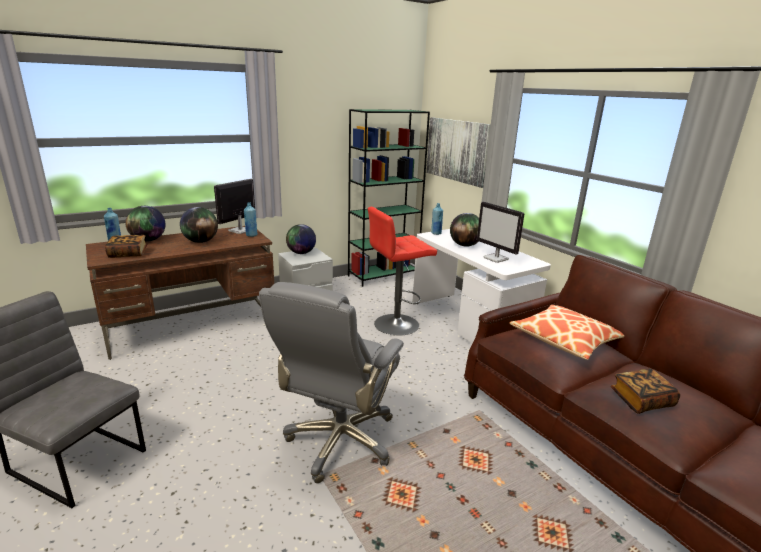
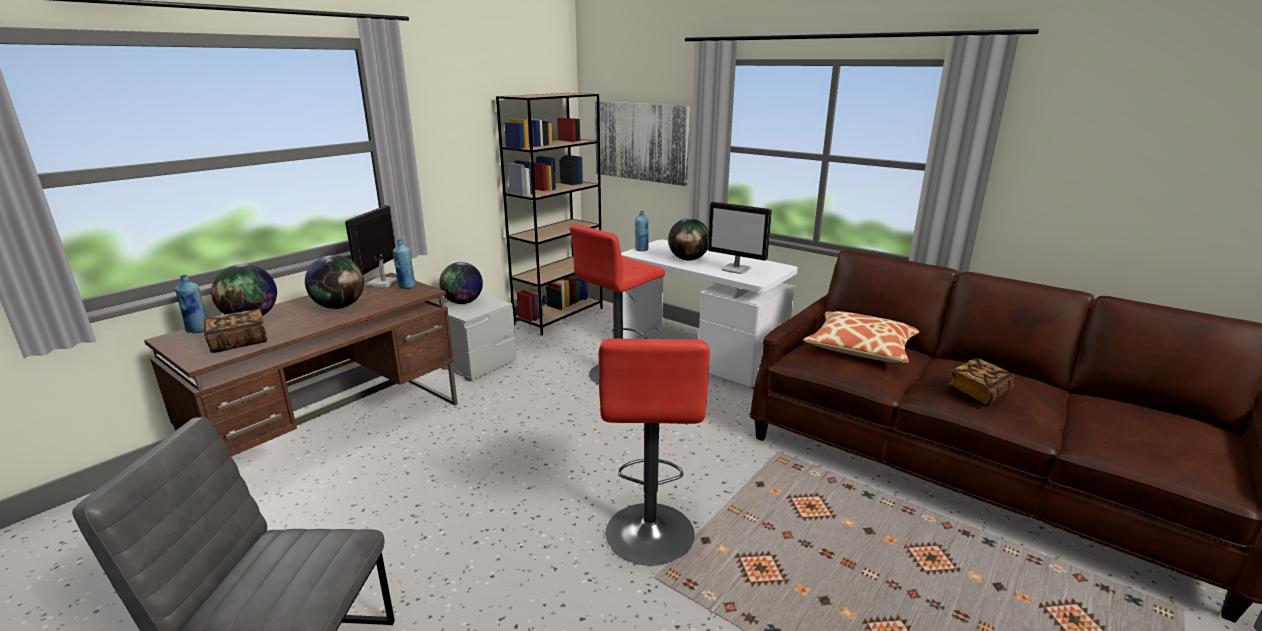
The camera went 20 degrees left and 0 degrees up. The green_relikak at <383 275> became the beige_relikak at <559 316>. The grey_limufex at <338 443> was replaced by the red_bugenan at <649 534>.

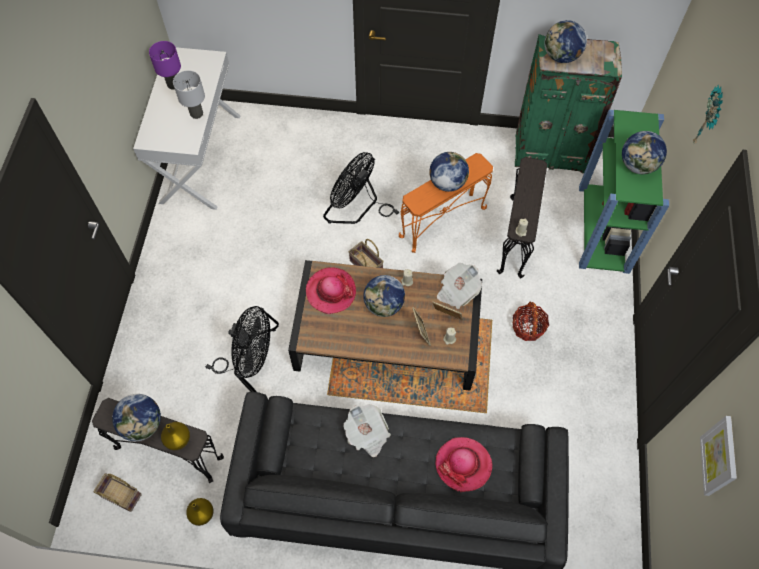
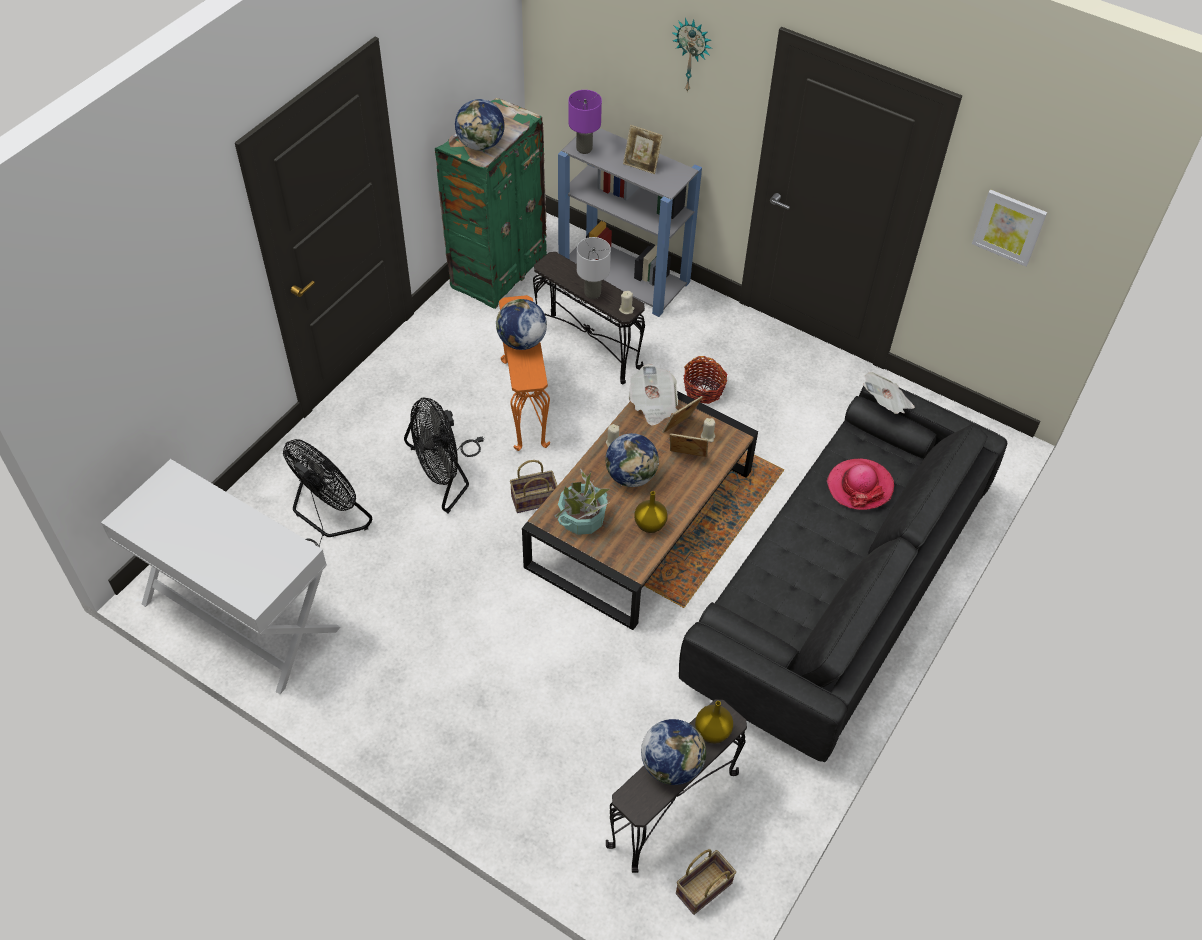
The camera went 65 degrees left and 10 degrees down. The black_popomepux moved from <249 360> to <323 518>. The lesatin at <331 291> was replaced by the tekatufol at <582 519>. The green_relikak at <603 229> became the grey_relikak at <624 276>. The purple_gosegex moved from <174 85> to <584 149>. The white_gosegex moved from <196 114> to <591 294>. The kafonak at <638 165> was replaced by the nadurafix at <641 165>. The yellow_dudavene moved from <202 514> to <650 525>. The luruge moved from <367 434> to <886 403>.

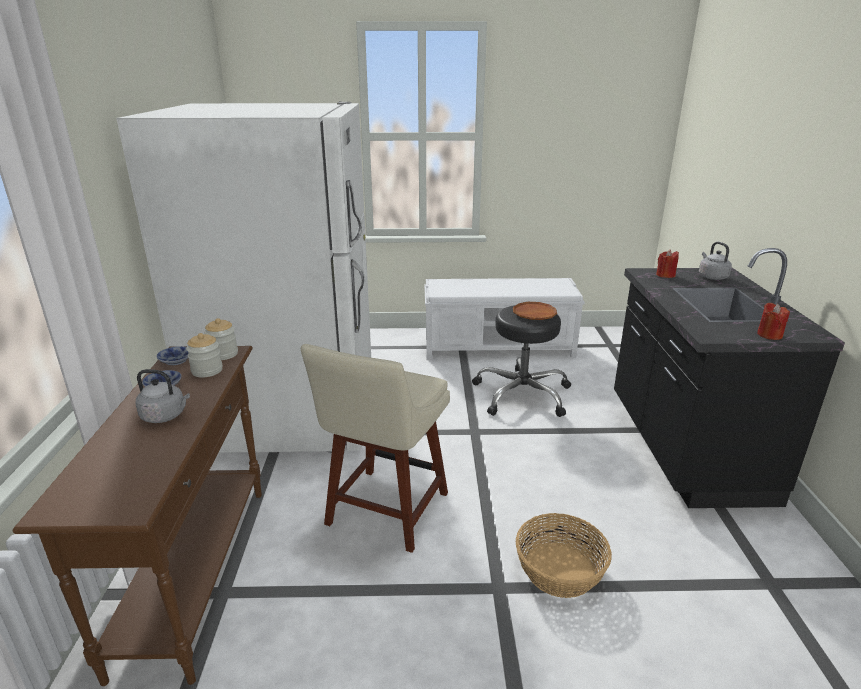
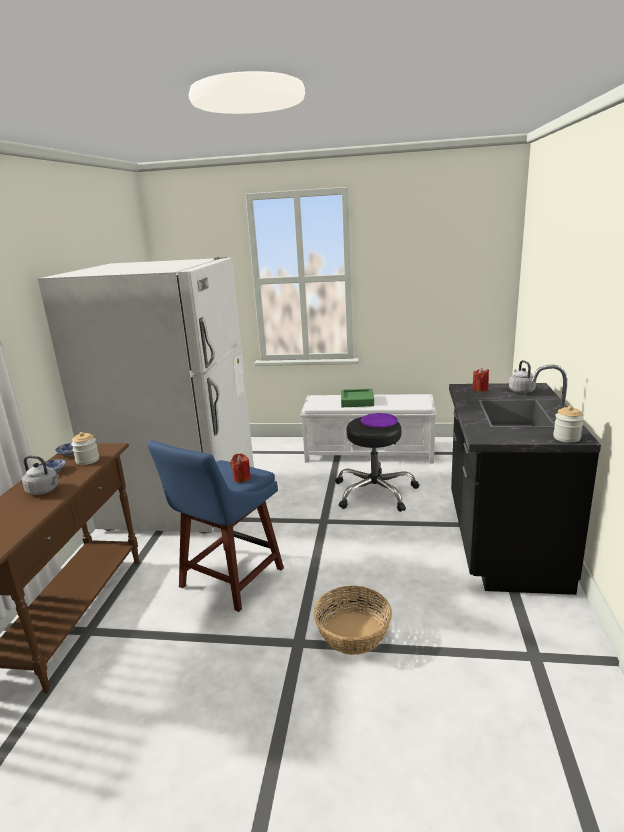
The camera went 10 degrees right and 5 degrees down. The beige_bugenan at <384 512> became the blue_bugenan at <228 580>. The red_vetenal moved from <769 335> to <241 478>. The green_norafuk at <357 401> appeared. The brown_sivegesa at <534 314> became the purple_sivegesa at <379 423>. The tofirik moved from <223 354> to <566 438>.

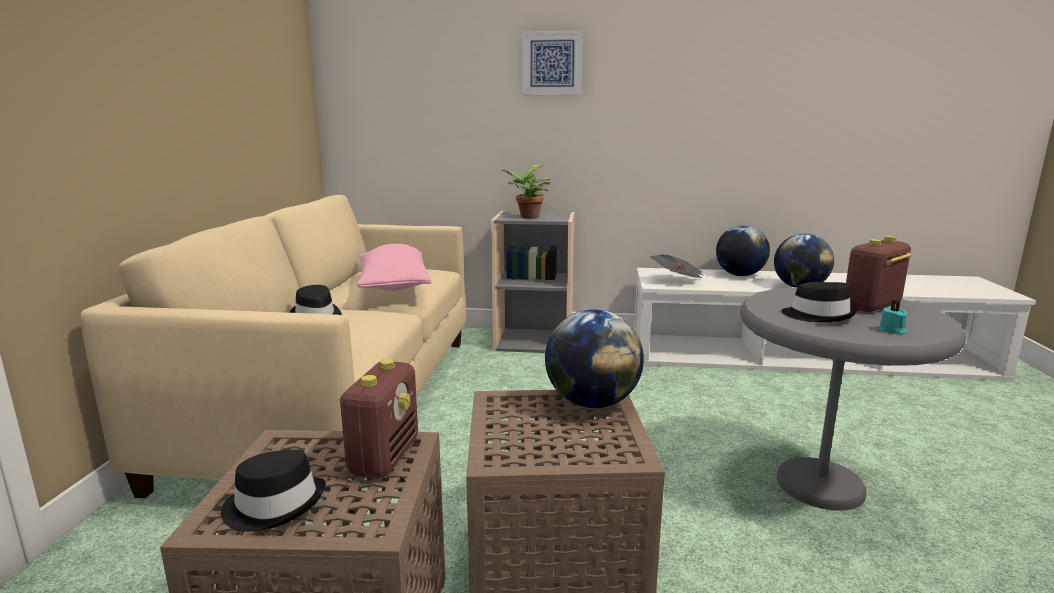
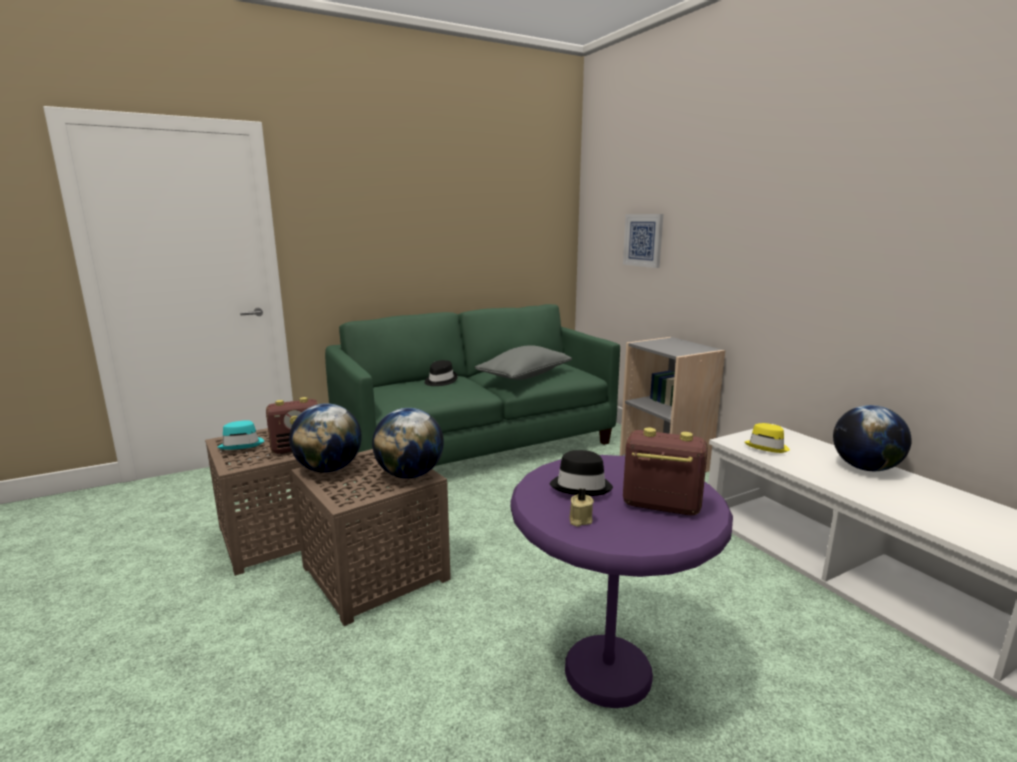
The camera went 55 degrees right and 0 degrees up. The black_lesatin at <274 505> became the turquoise_lesatin at <242 444>. The kafonak moved from <799 287> to <329 469>. The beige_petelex at <338 401> became the green_petelex at <476 445>. The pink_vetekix at <393 286> became the grey_vetekix at <524 376>. The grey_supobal at <820 486> became the purple_supobal at <607 672>. The turquoise_vetenal at <892 331> became the beige_vetenal at <579 520>. The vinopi moved from <552 63> to <643 240>. The luruge at <678 281> was replaced by the yellow_lesatin at <767 447>. The tekatufol at <527 217> disappeared.

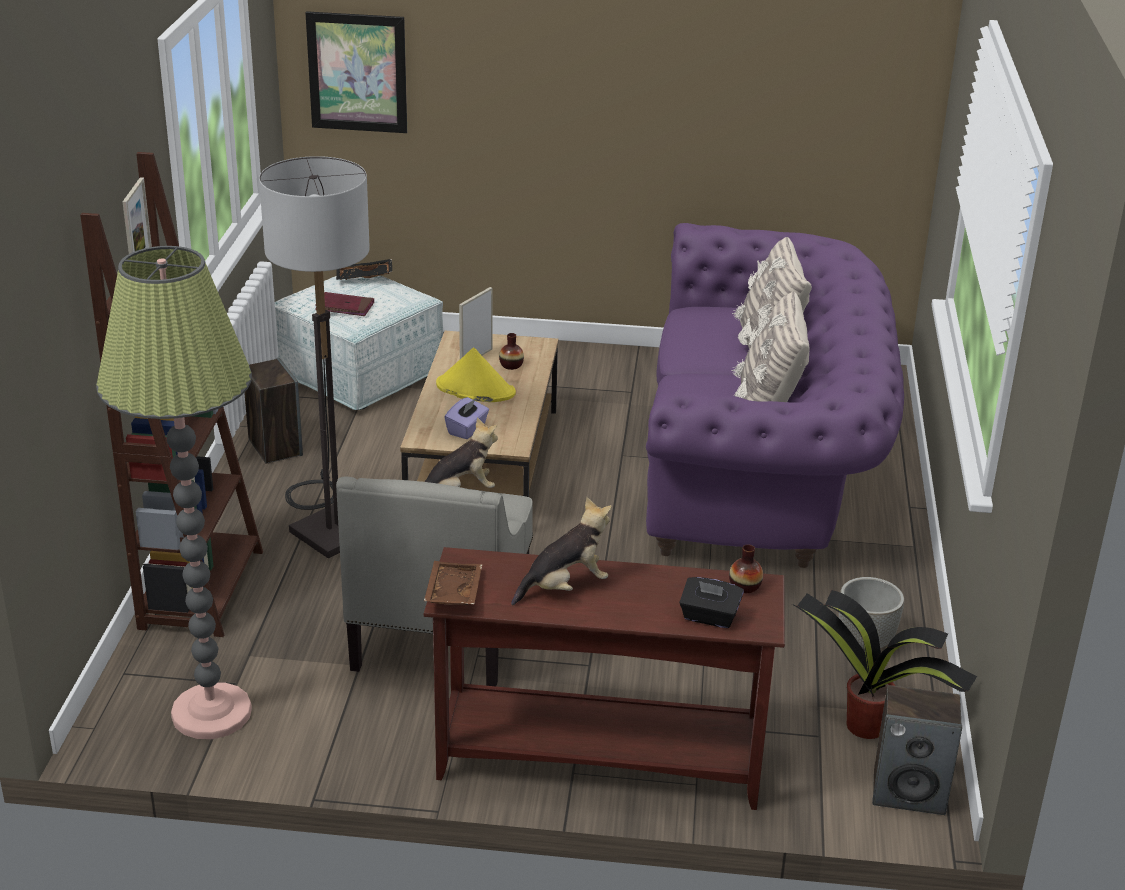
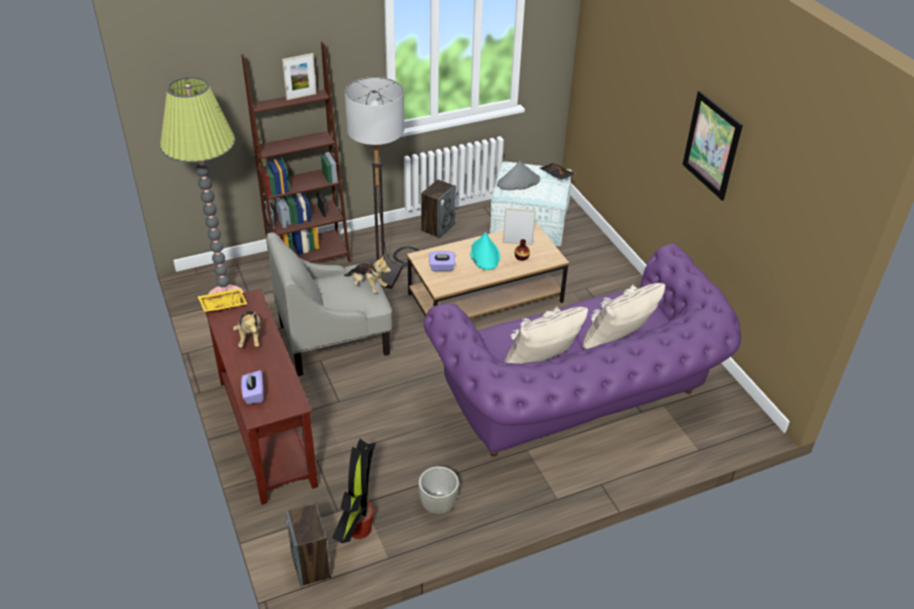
The camera went 60 degrees right and 10 degrees up. The brown_norafuk at <452 592> became the yellow_norafuk at <223 304>. The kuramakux at <565 587> turned 45 degrees clockwise. The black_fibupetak at <709 617> became the purple_fibupetak at <253 394>. The yellow_lesatin at <475 389> became the turquoise_lesatin at <484 255>. The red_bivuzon at <345 307> was replaced by the grey_lesatin at <518 182>. The vinopi moved from <357 72> to <712 145>. The dudavene at <745 586> disappeared.

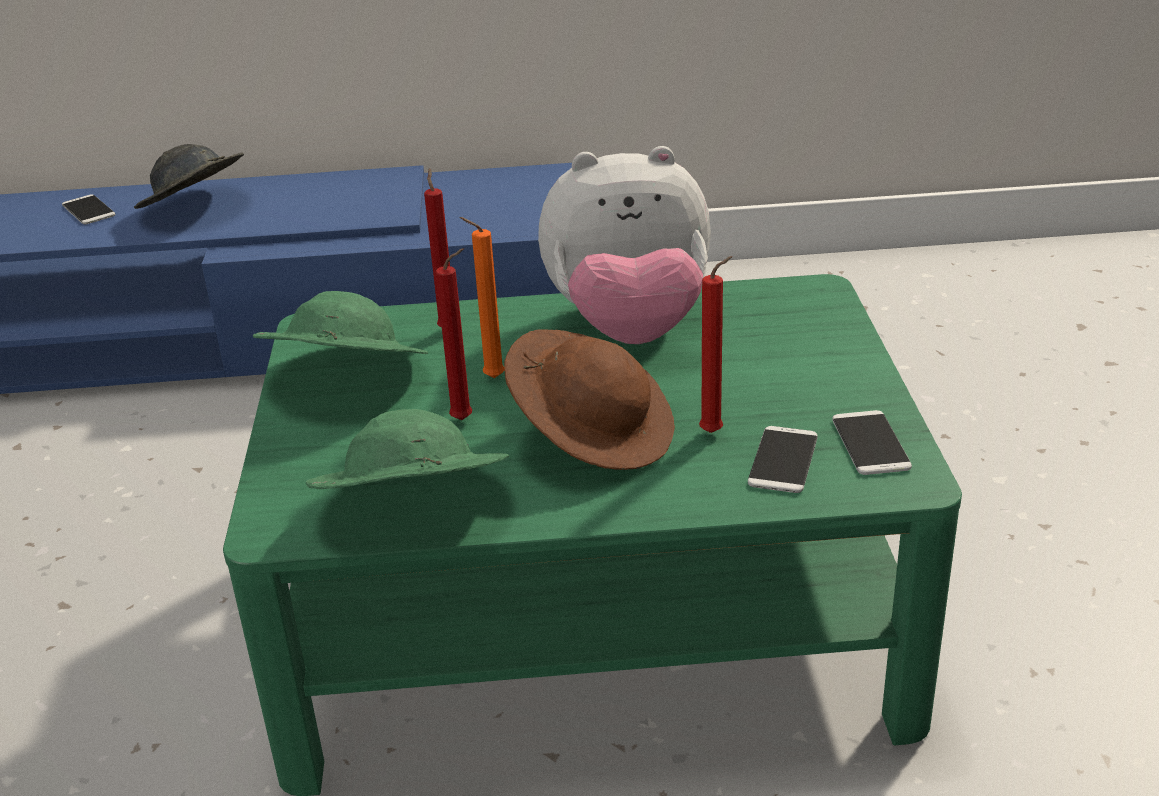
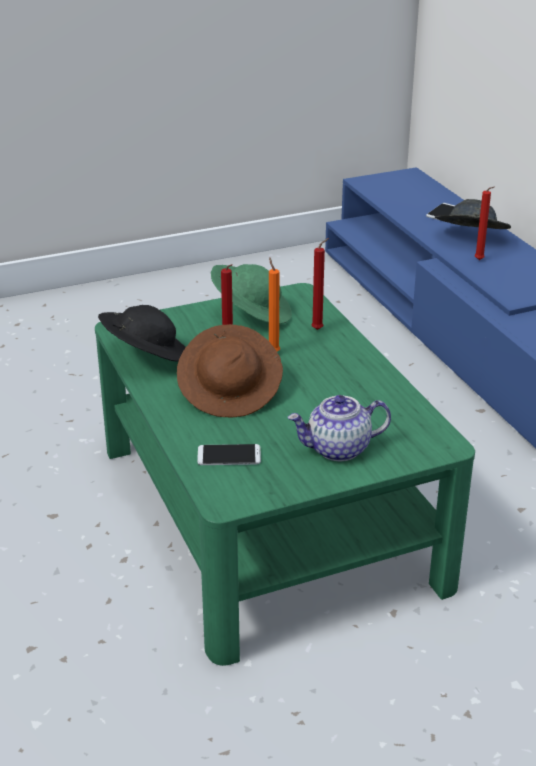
The camera went 70 degrees right and 0 degrees up. The green_lesatin at <412 510> became the black_lesatin at <145 356>. The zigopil at <338 449> appeared. The red_vetenal moved from <715 432> to <480 260>. The kuramakux at <629 329> disappeared. The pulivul at <870 444> disappeared.

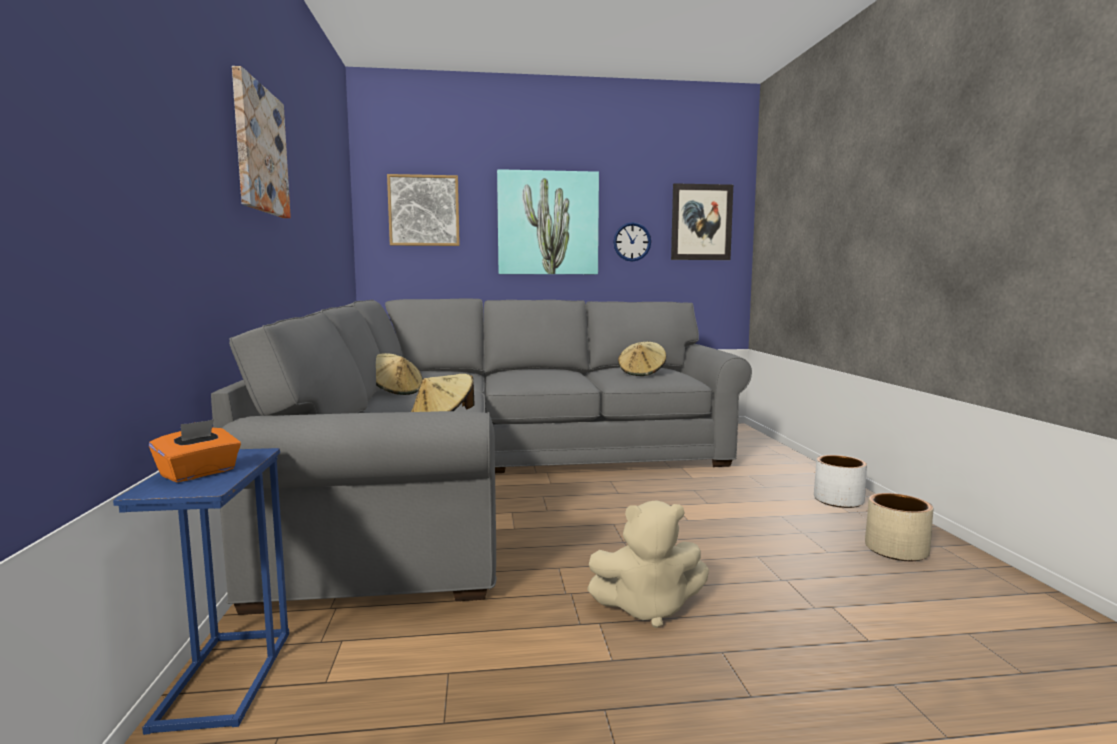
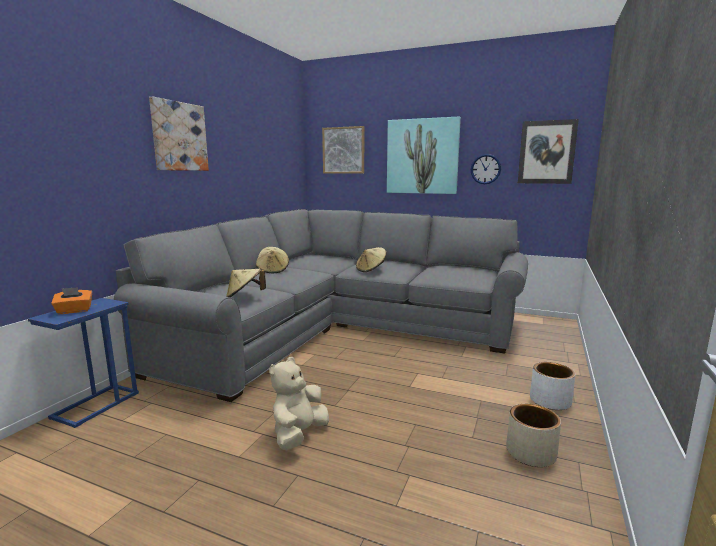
The camera went 30 degrees right and 5 degrees up. The beige_kuramakux at <647 608> turned 90 degrees clockwise. The beige_lesatin moved from <642 373> to <371 270>.

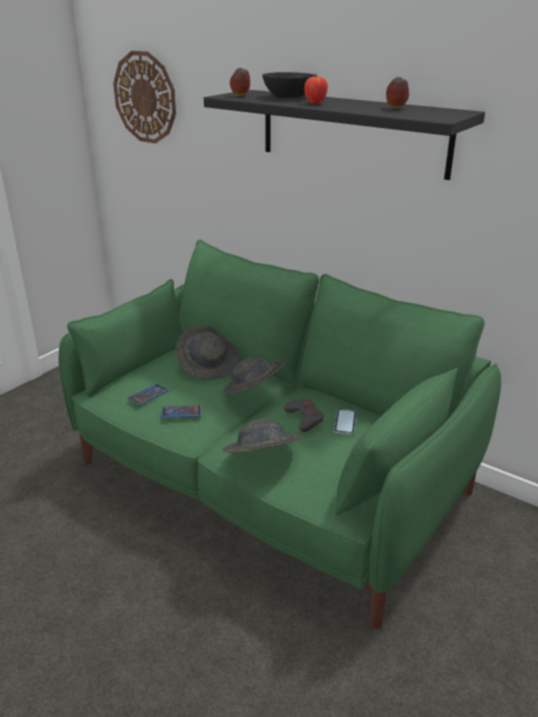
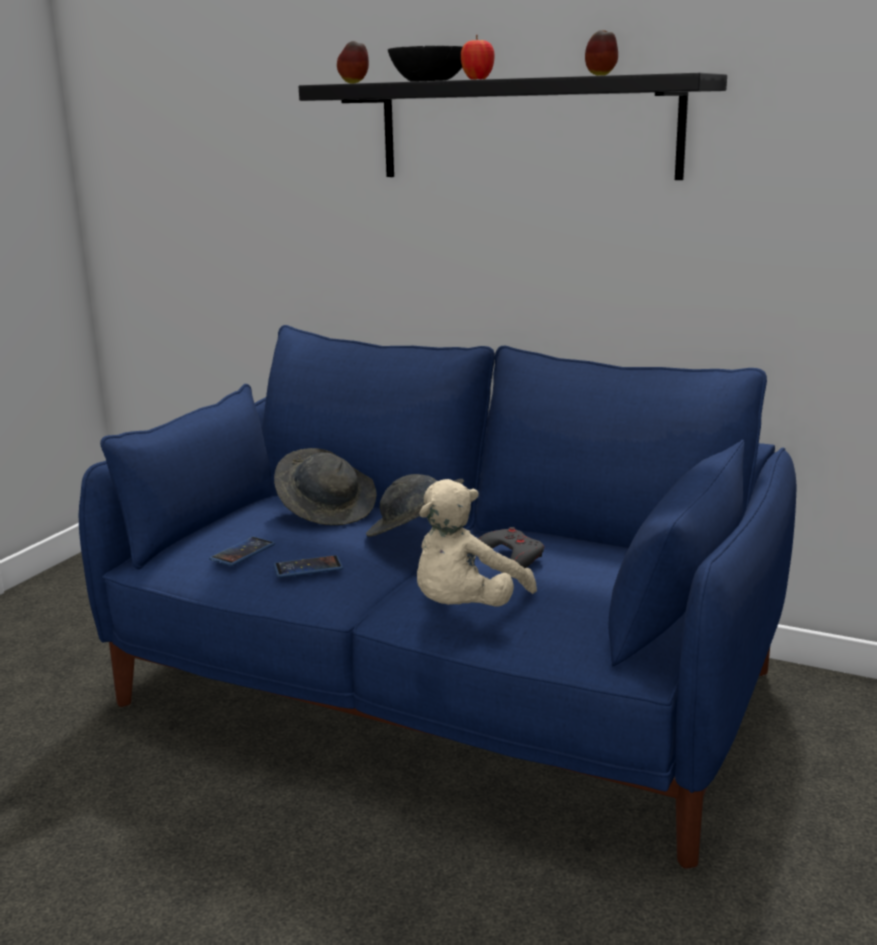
The camera went 10 degrees left and 10 degrees down. The green_petelex at <269 479> became the blue_petelex at <444 691>. The grey_lesatin at <261 458> was replaced by the beige_kuramakux at <465 609>. The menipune at <145 97> disappeared. The pulivul at <345 423> disappeared.

